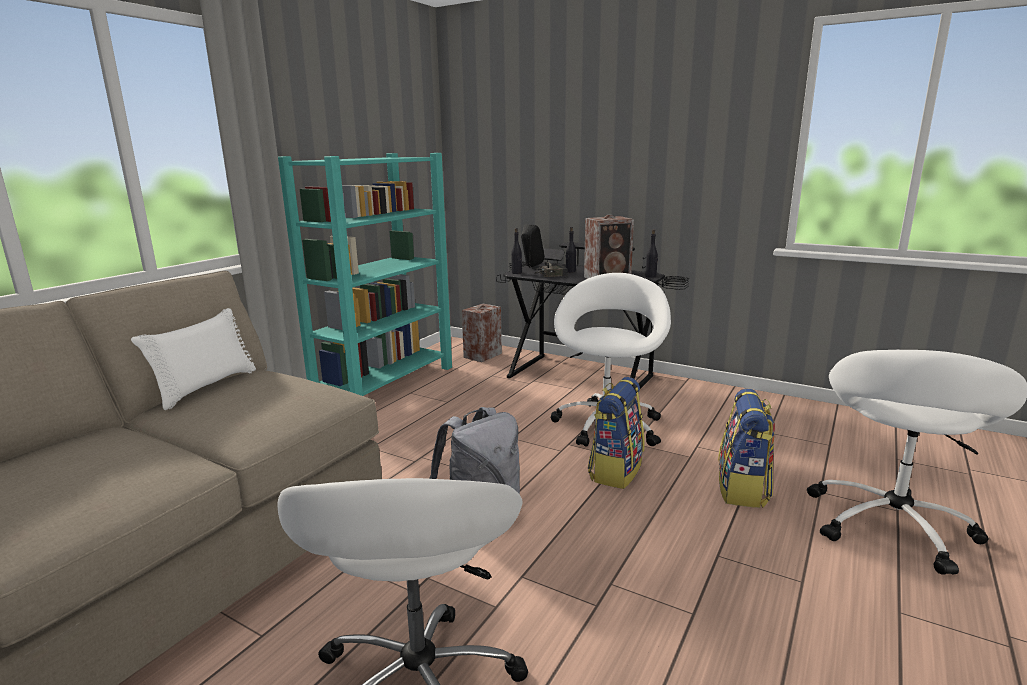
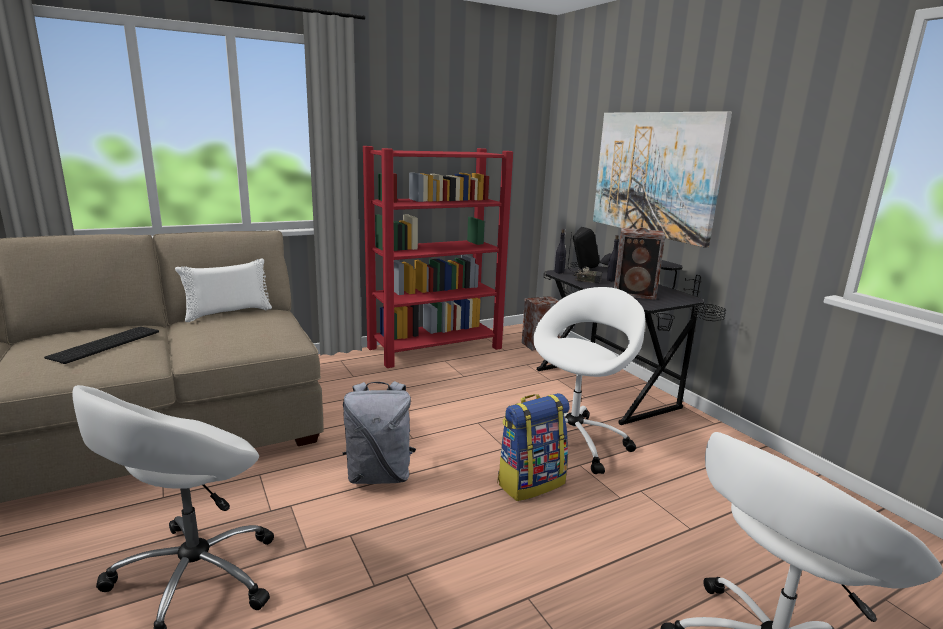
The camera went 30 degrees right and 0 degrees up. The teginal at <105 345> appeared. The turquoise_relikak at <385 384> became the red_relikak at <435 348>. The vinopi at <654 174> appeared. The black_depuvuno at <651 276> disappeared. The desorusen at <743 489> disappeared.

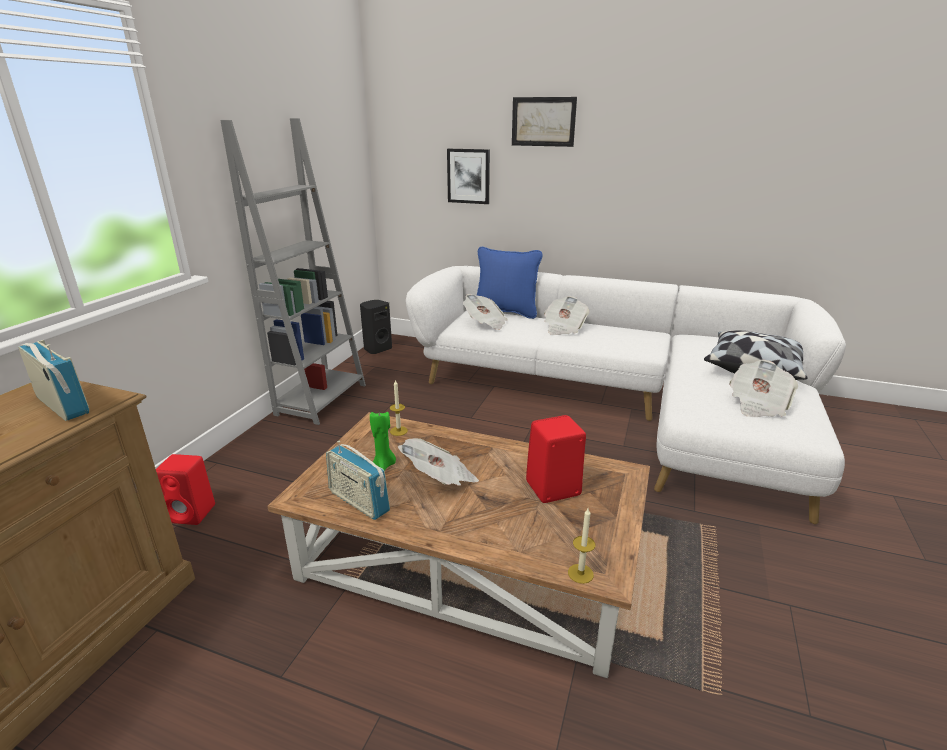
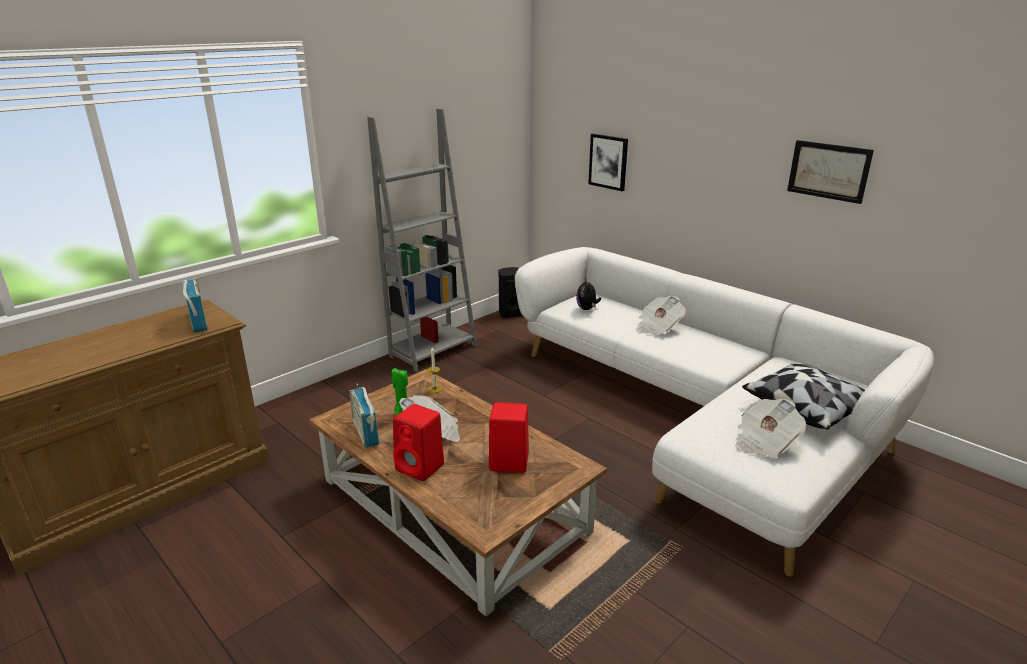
The camera went 25 degrees right and 0 degrees up. The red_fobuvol moved from <192 513> to <421 468>. The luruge at <485 323> was replaced by the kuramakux at <587 309>. The vinopi moved from <543 121> to <828 171>. The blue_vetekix at <506 312> disappeared. The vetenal at <580 573> disappeared.

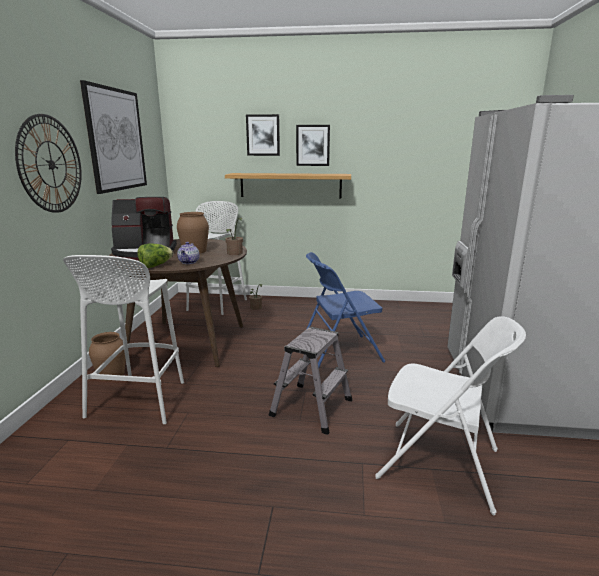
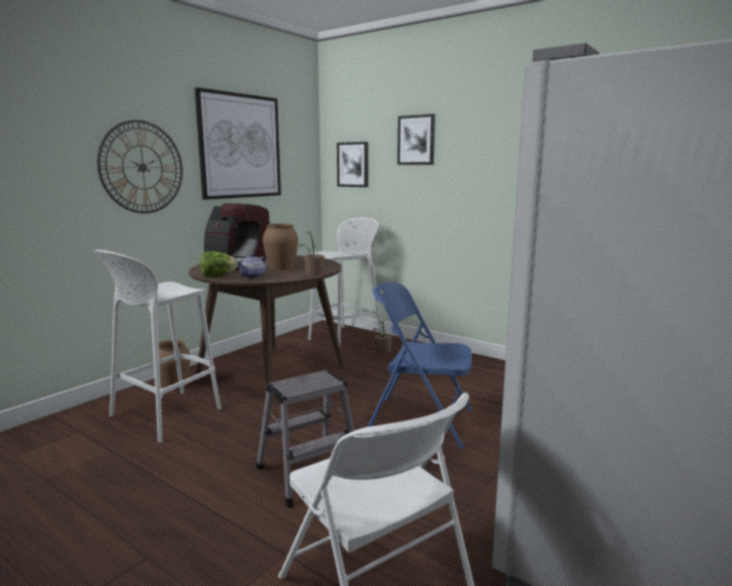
The camera went 30 degrees right and 5 degrees down. The vinopi moved from <313 145> to <353 164>. The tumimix at <290 185> disappeared.

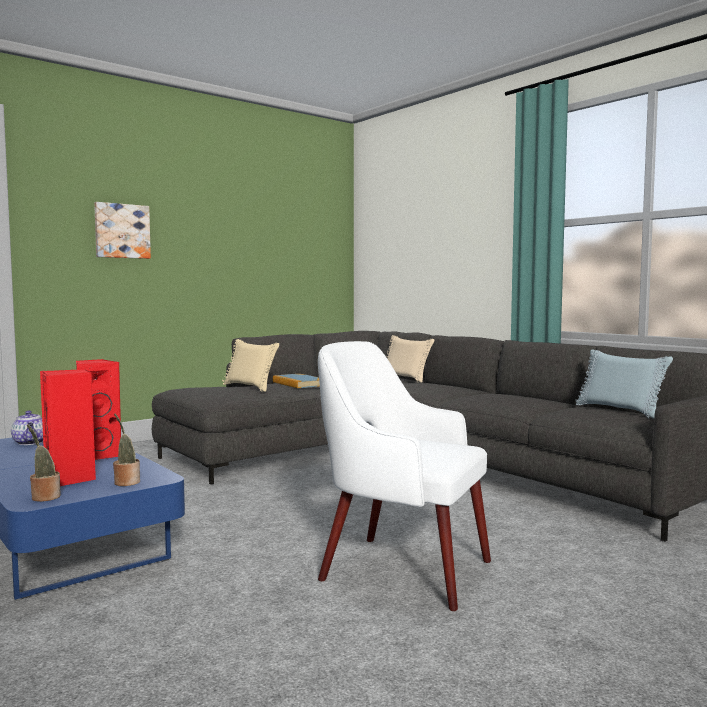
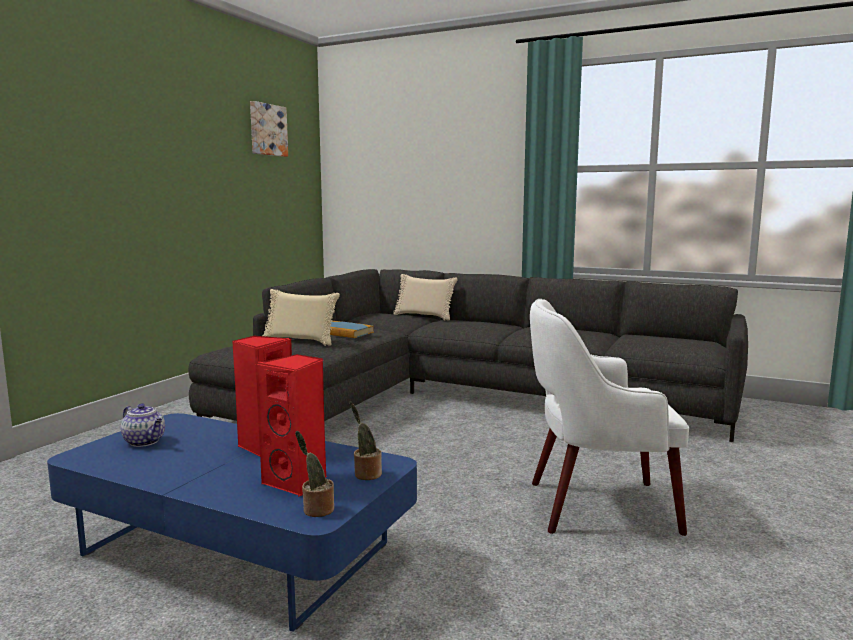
The camera went 25 degrees left and 5 degrees up. The vinopi moved from <122 231> to <267 130>. The blue_vetekix at <620 411> disappeared.

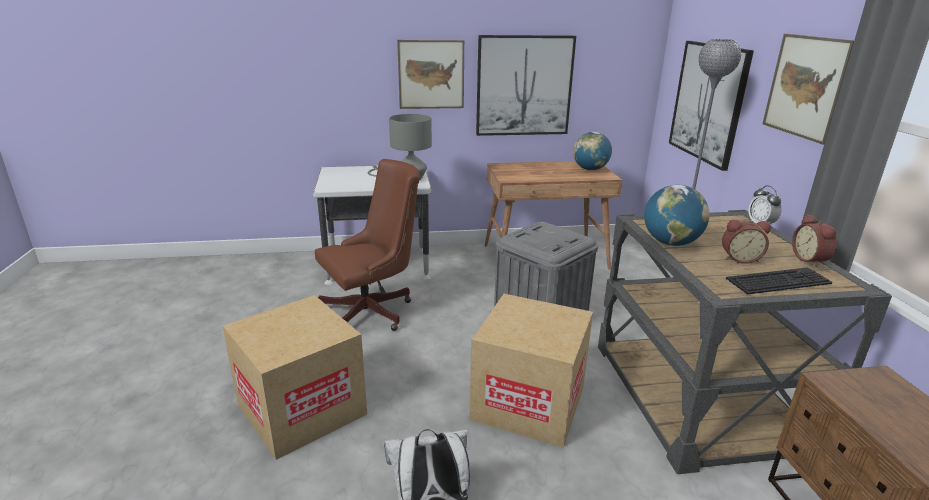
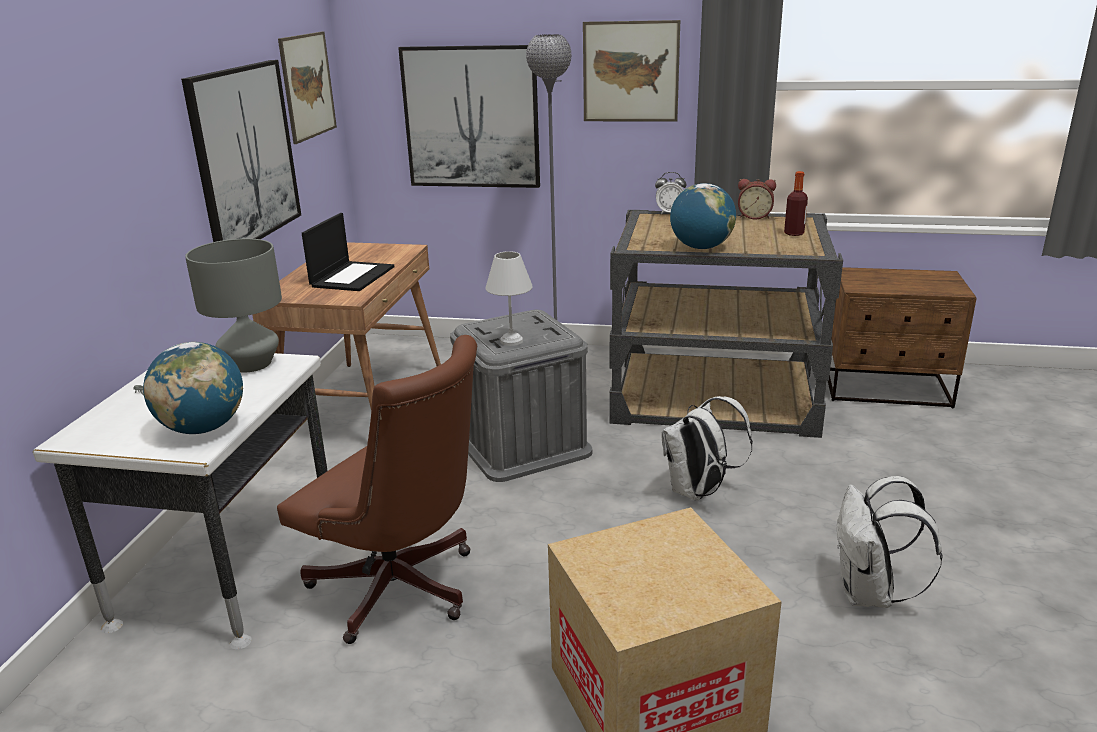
The camera went 70 degrees left and 0 degrees up. The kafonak moved from <590 169> to <203 428>. The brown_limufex at <373 311> turned 135 degrees clockwise. The vinopi moved from <431 74> to <308 86>. The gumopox at <352 276> appeared. The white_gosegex at <512 341> appeared. The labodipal at <528 403> was replaced by the white_desorusen at <698 492>. The teginal at <778 280> was replaced by the depuvuno at <794 233>. The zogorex at <739 258> disappeared.

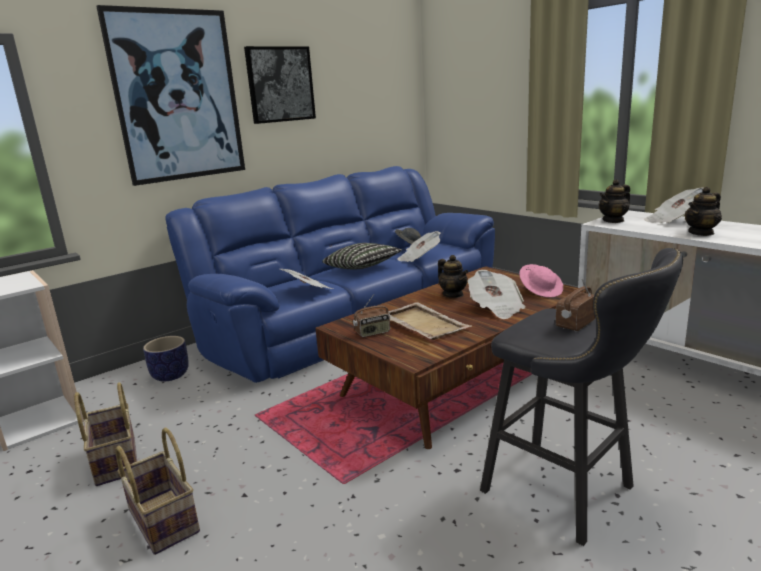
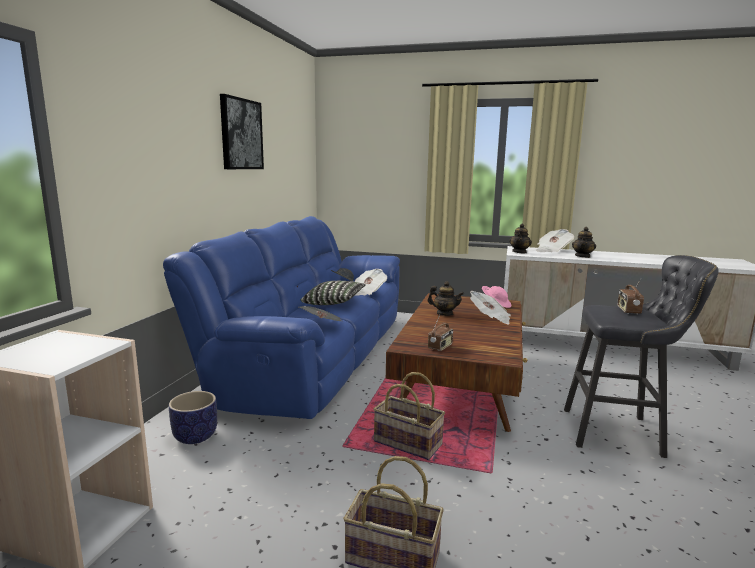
The camera went 35 degrees left and 5 degrees down. The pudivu moved from <115 461> to <407 444>. The vinopi at <177 96> disappeared. The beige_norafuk at <423 323> disappeared.

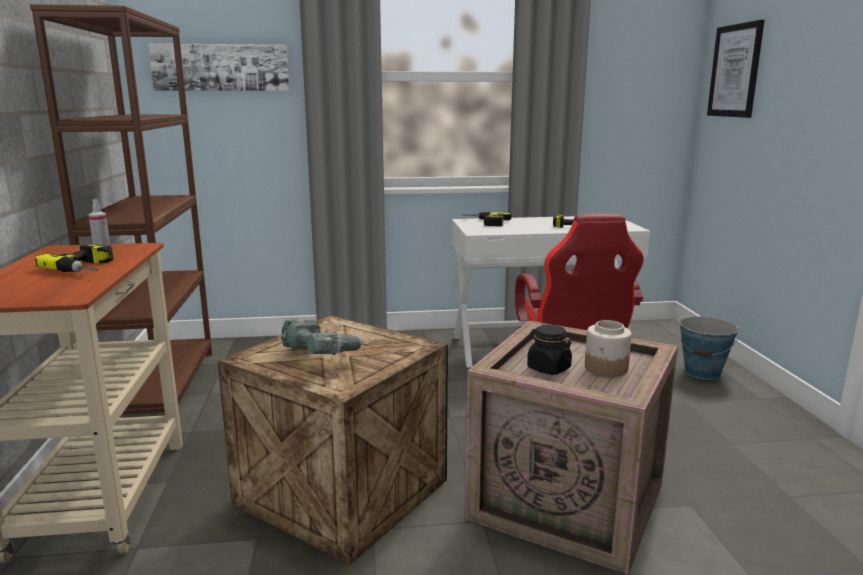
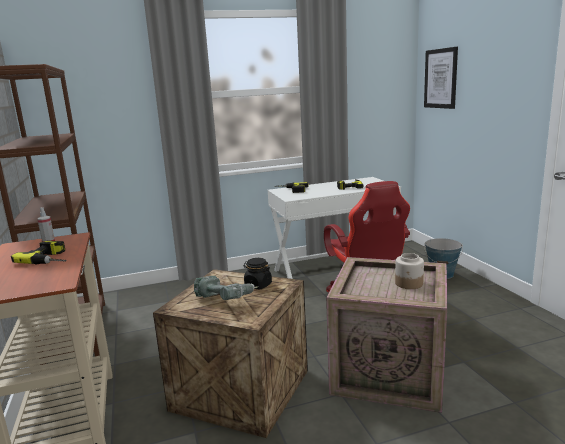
The camera went 10 degrees left and 0 degrees up. The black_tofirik moved from <548 368> to <258 285>. The vinopi at <221 67> disappeared.

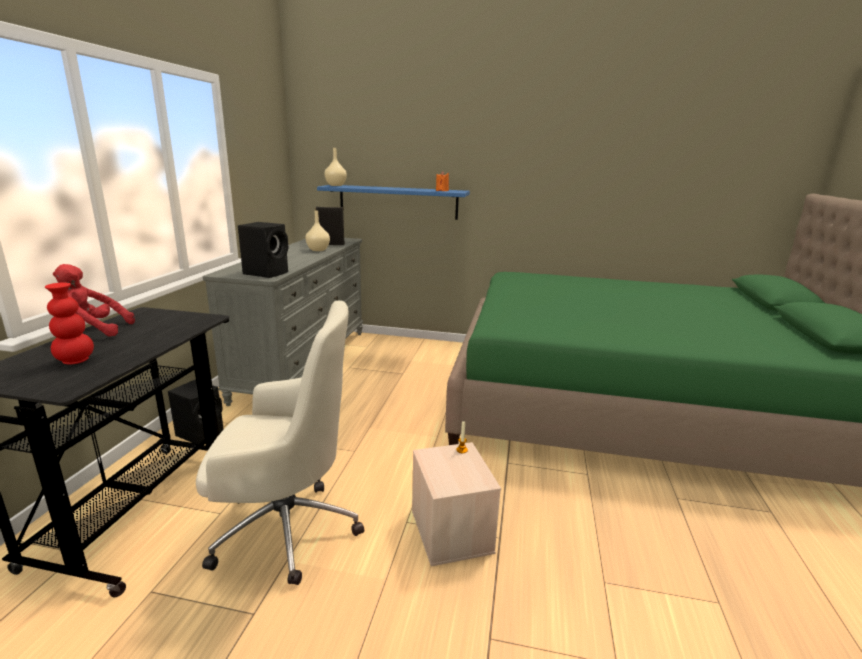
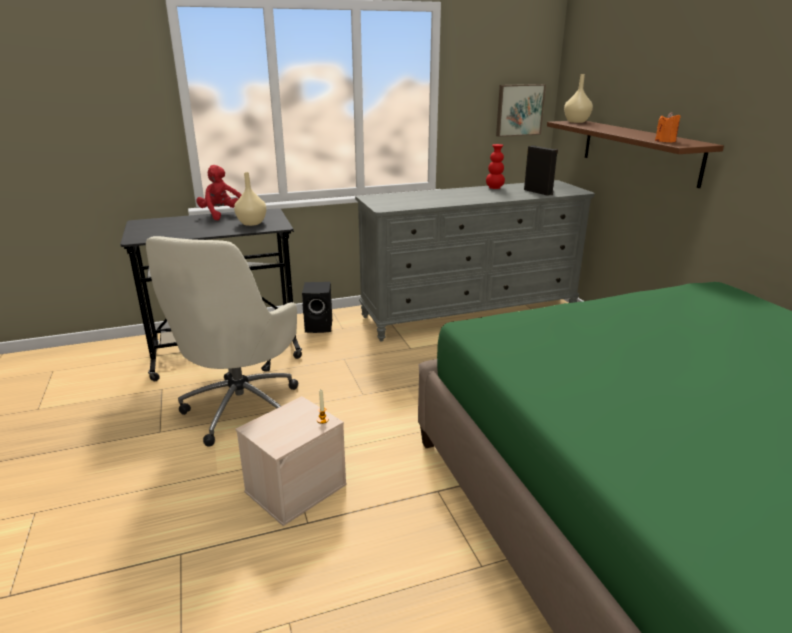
The camera went 60 degrees right and 5 degrees up. The beige_limufex at <287 531> turned 45 degrees clockwise. The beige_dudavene moved from <318 250> to <251 223>. The red_dudavene moved from <75 361> to <494 188>. The vinopi at <519 110> appeared. The blue_tumimix at <398 202> became the brown_tumimix at <639 151>. The black_fobuvol at <267 273> disappeared.

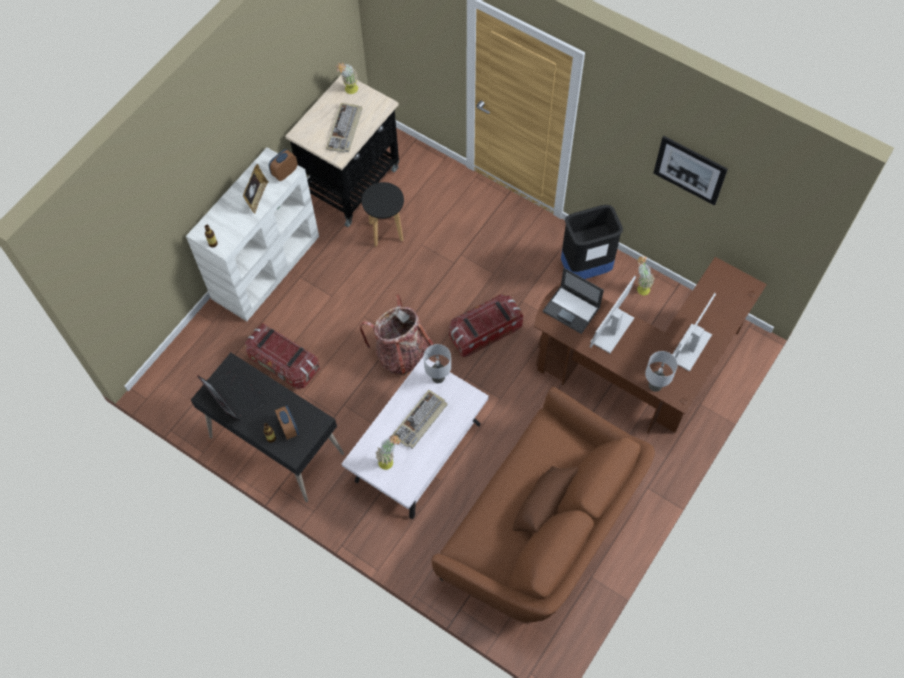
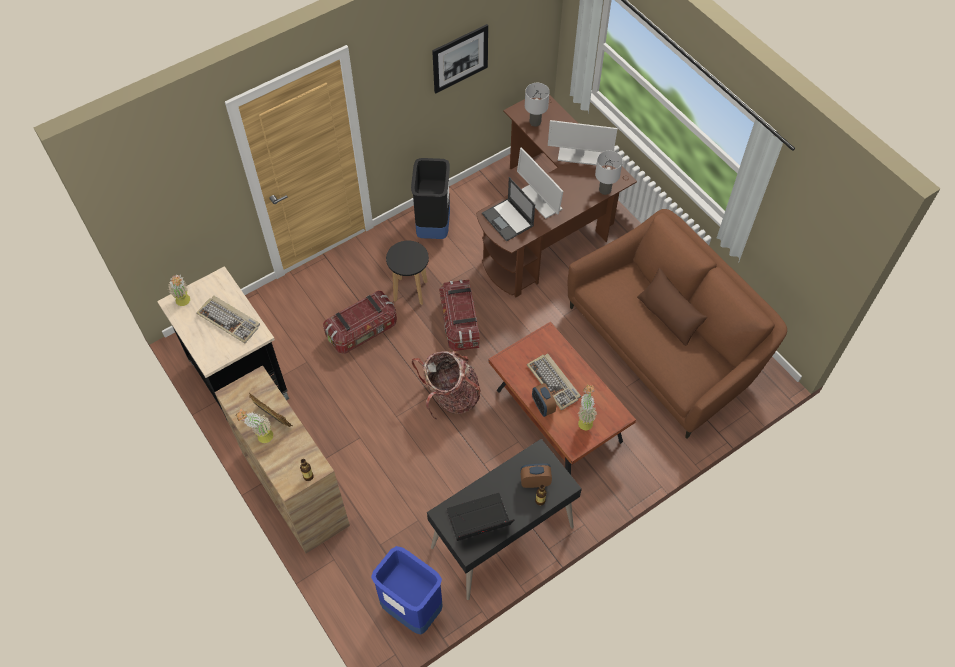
The camera went 70 degrees left and 5 degrees down. The white_relikak at <265 267> became the brown_relikak at <294 489>. The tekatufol moved from <641 287> to <261 437>. The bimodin moved from <283 364> to <362 331>. The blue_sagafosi at <411 610> appeared. The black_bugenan moved from <386 231> to <410 291>. The gumopox at <572 309> turned 90 degrees clockwise. The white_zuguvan at <418 452> became the brown_zuguvan at <558 416>. The white_gosegex moved from <439 378> to <535 122>. The zogorex moved from <284 172> to <543 406>. The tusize at <690 347> turned 45 degrees counterclockwise.

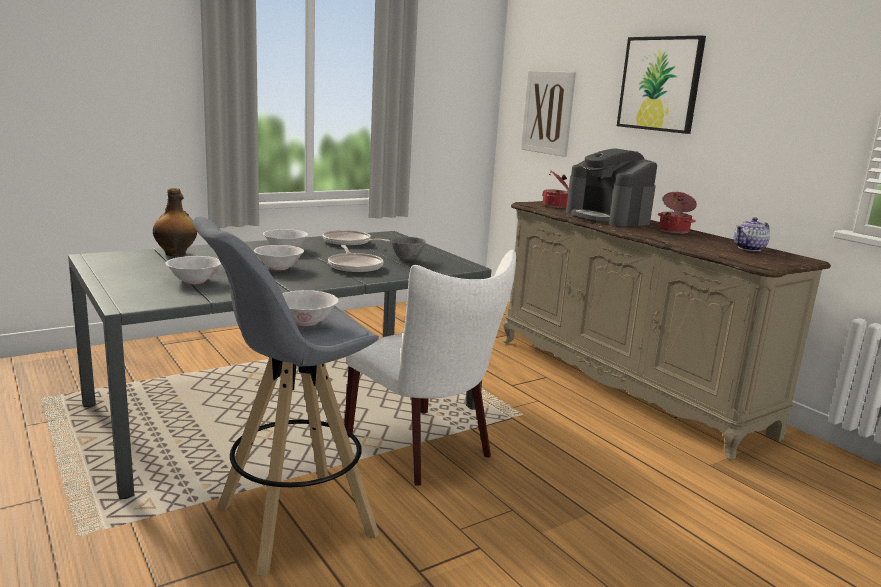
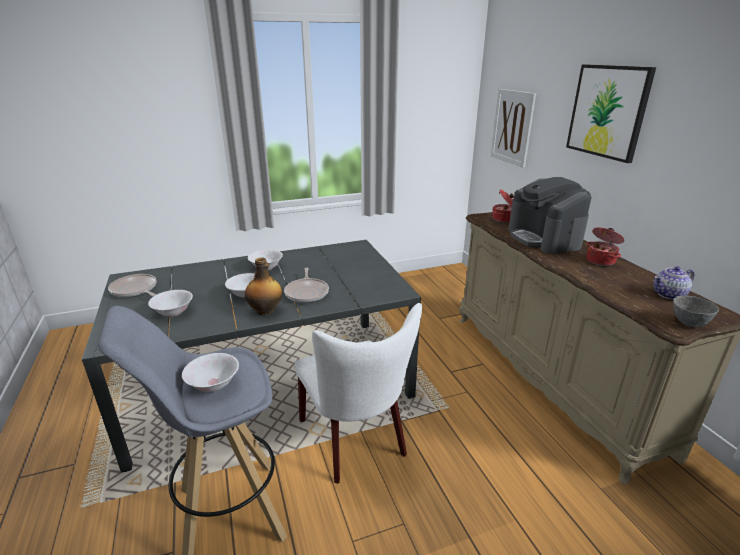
The camera went 15 degrees right and 10 degrees up. The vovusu moved from <349 243> to <135 290>. The depuvuno moved from <176 254> to <265 311>. The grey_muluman moved from <407 260> to <689 324>.

